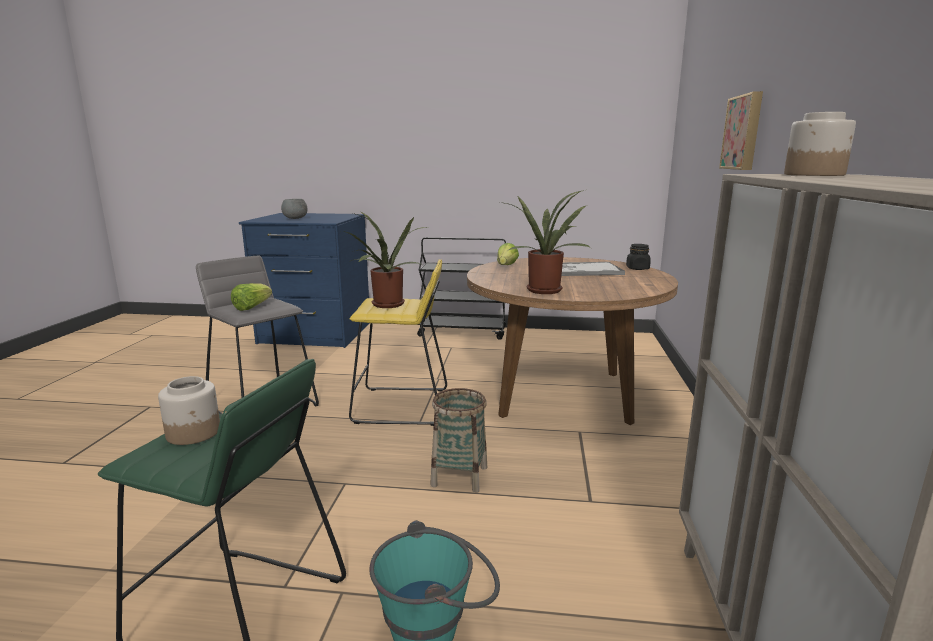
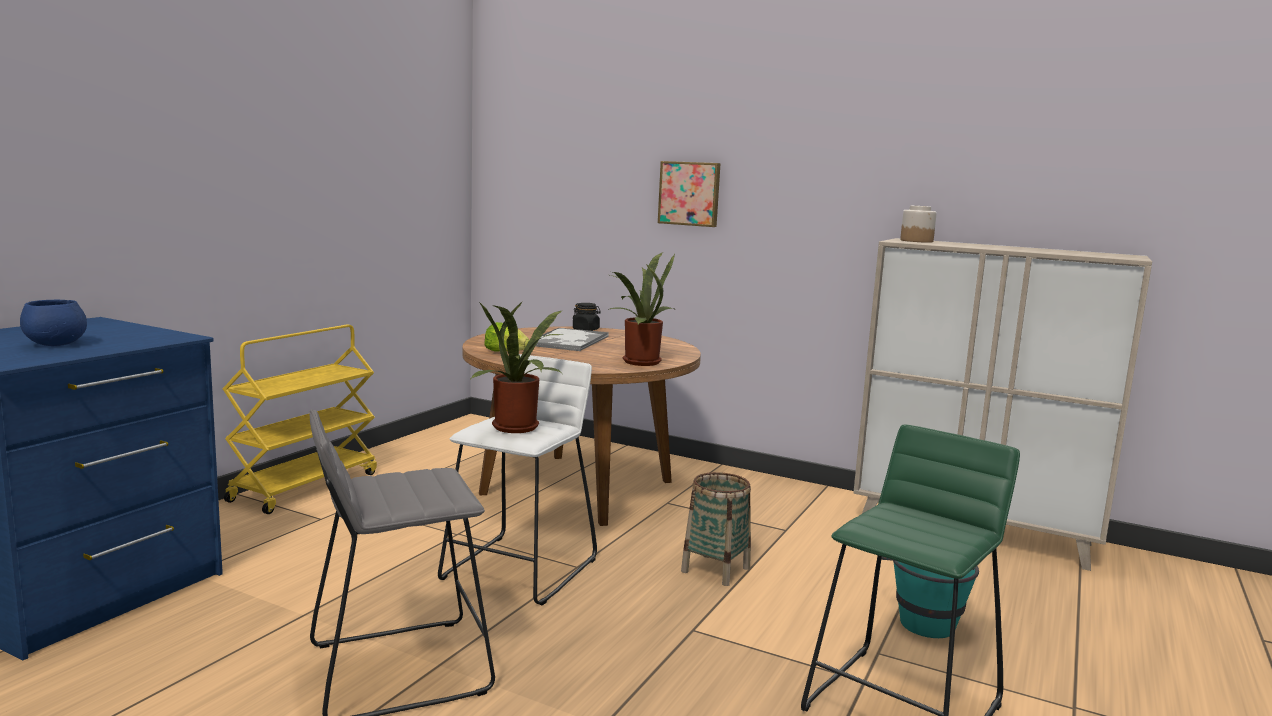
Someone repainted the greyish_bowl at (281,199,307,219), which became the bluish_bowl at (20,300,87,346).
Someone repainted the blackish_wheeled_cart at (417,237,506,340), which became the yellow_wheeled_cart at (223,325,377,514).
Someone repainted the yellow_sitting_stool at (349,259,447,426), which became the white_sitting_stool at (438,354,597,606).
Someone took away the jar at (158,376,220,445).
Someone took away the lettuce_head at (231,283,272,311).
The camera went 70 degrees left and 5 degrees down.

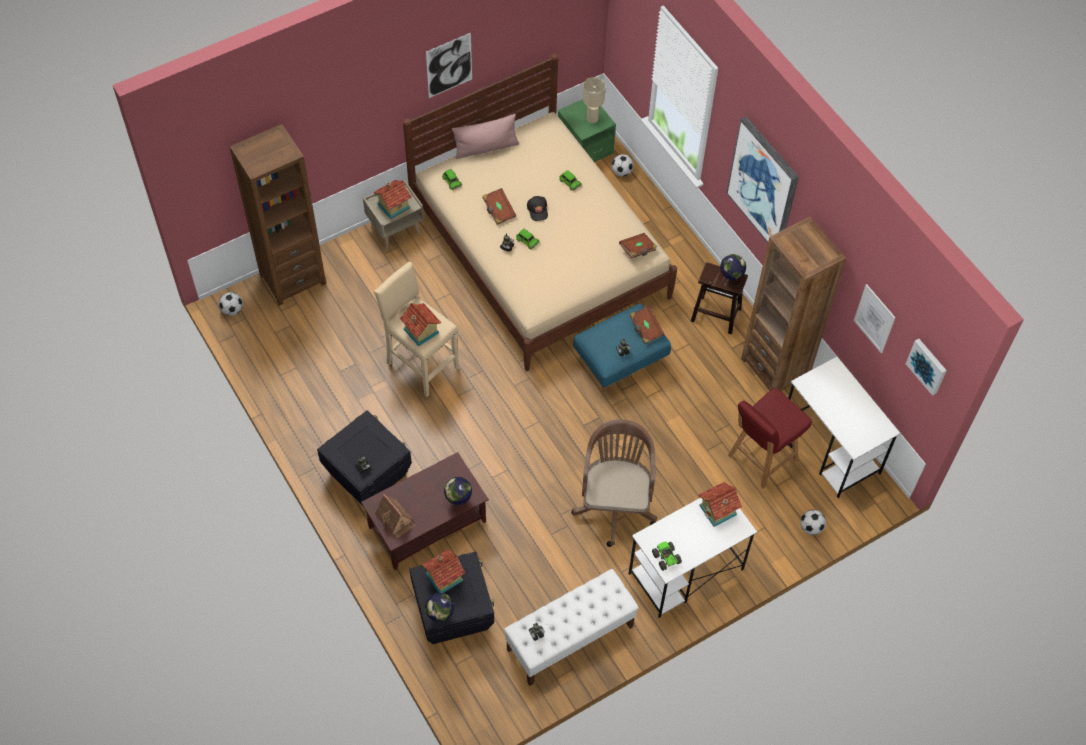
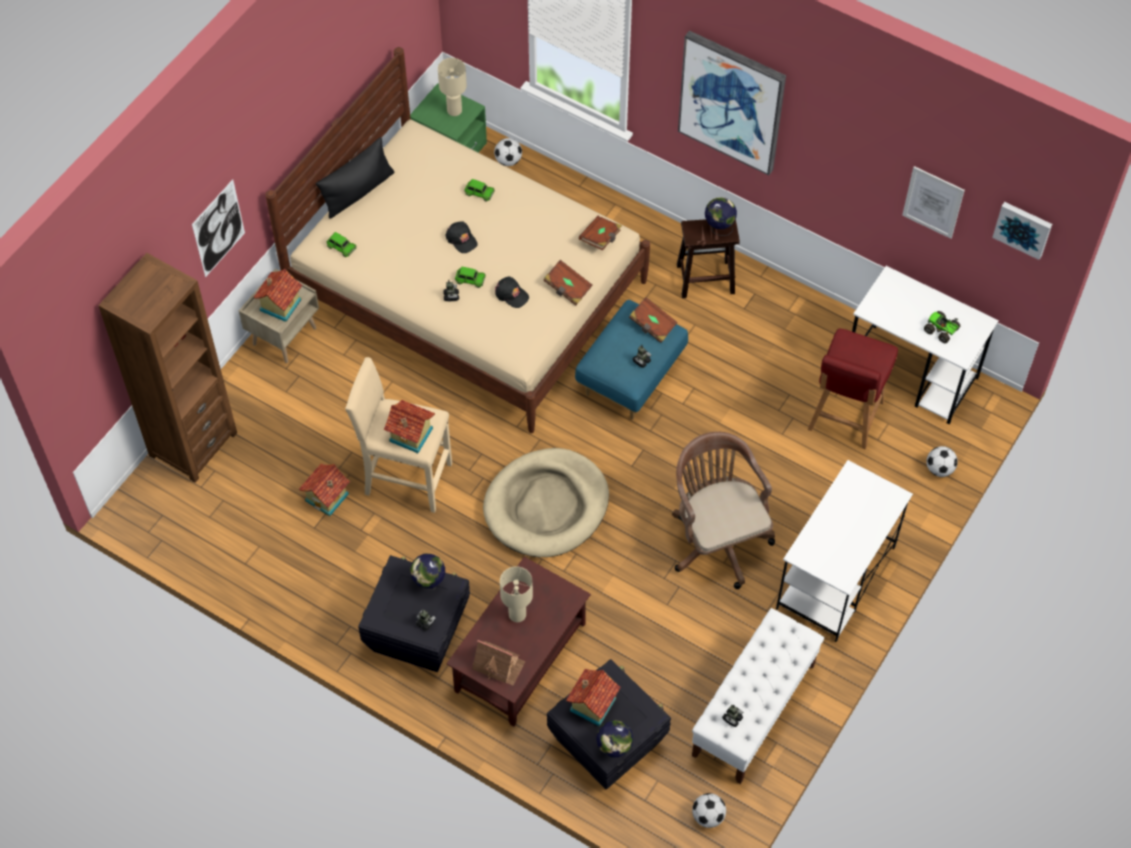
Someone carried the wall_picture from (426,33,472,98) to (192,179,245,277).
Someone carried the model_house from (699,482,742,527) to (299,464,350,516).
Someone repainted the pink_cushion at (452,114,519,159), which became the blackish_cushion at (316,137,394,219).
Someone carried the globe from (444,477,472,507) to (410,554,445,590).
Someone put down the beige-coloured_dog_cushion at (483,448,609,557).
Someone put down the blackish_peaked_cap at (495,277,529,308).
Someone put down the beige-coloured_lamp_for_a_table at (500,566,533,622).
Someone carried the brownish_volume from (483,188,516,225) to (543,260,592,306).
Someone carried the ball_for_football from (219,292,243,316) to (692,793,726,828).
Someone carried the toy_lorry from (652,542,682,571) to (924,311,960,343).
Someone took away the brownish_bookshelf at (741,217,846,391).
The camera went 25 degrees left and 0 degrees up.

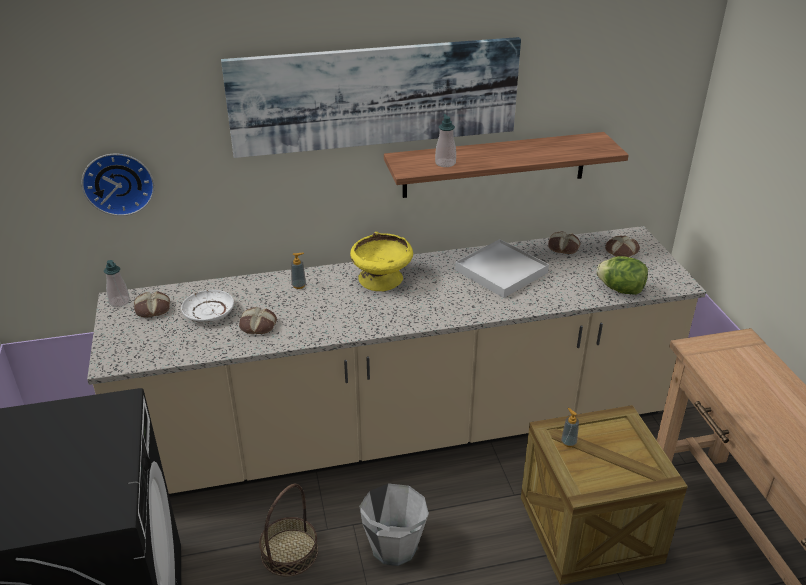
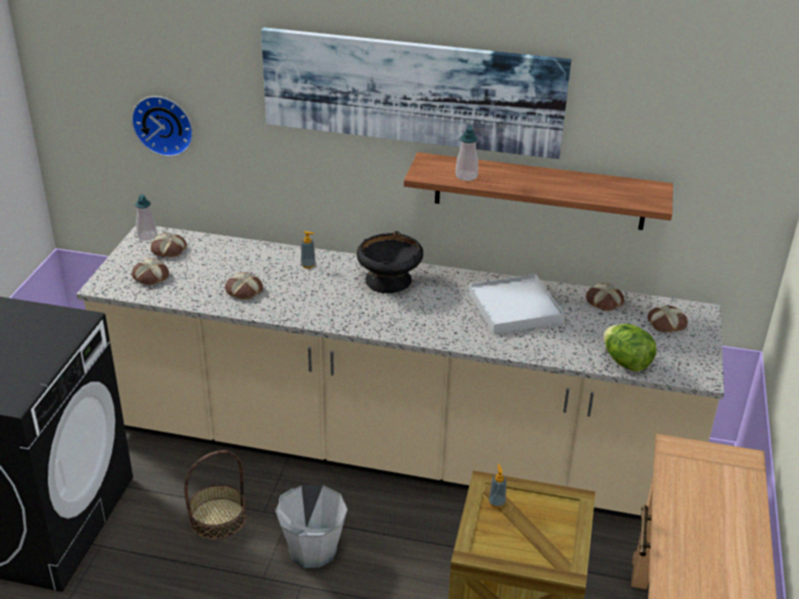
Someone put down the bread at (132,258,169,285).
Someone repainted the yellow_bowl at (350,232,413,291), which became the blackish_bowl at (357,231,423,293).
Someone took away the white_flat_dish at (181,290,234,323).
The camera went 25 degrees right and 0 degrees up.

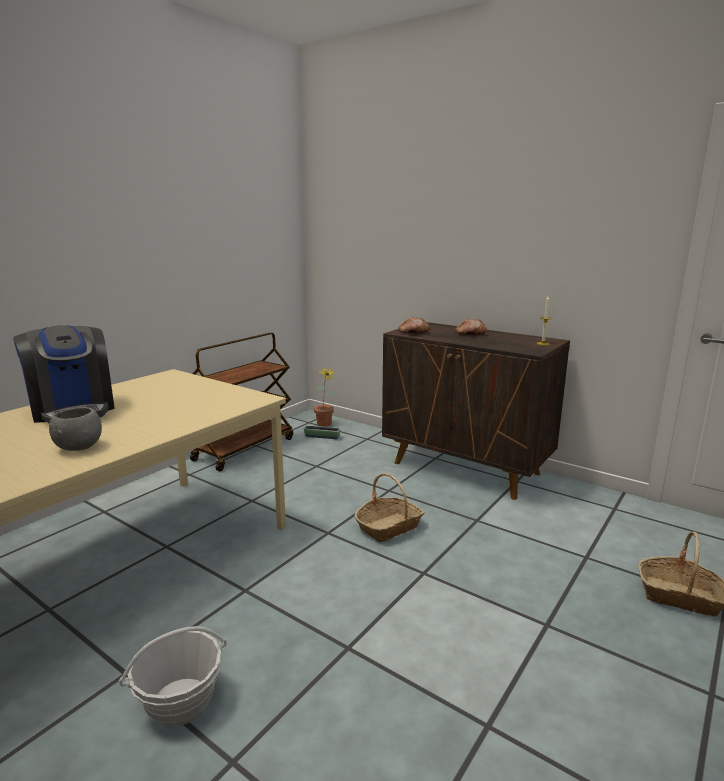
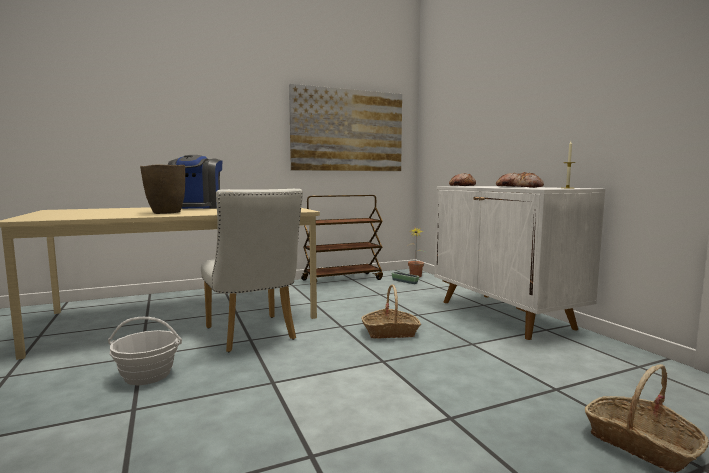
Someone swapped the greyish_bowl at (49,407,102,451) for the brownish_decorative_vase at (140,165,185,214).
Someone put down the white_chair at (201,189,303,352).
Someone put up the wall_picture at (289,84,402,171).
Someone repainted the brownish_storage_cabinet at (382,322,570,500), which became the white_storage_cabinet at (434,186,605,340).
Someone put down the bread at (513,172,544,188).
The camera went 30 degrees right and 10 degrees down.

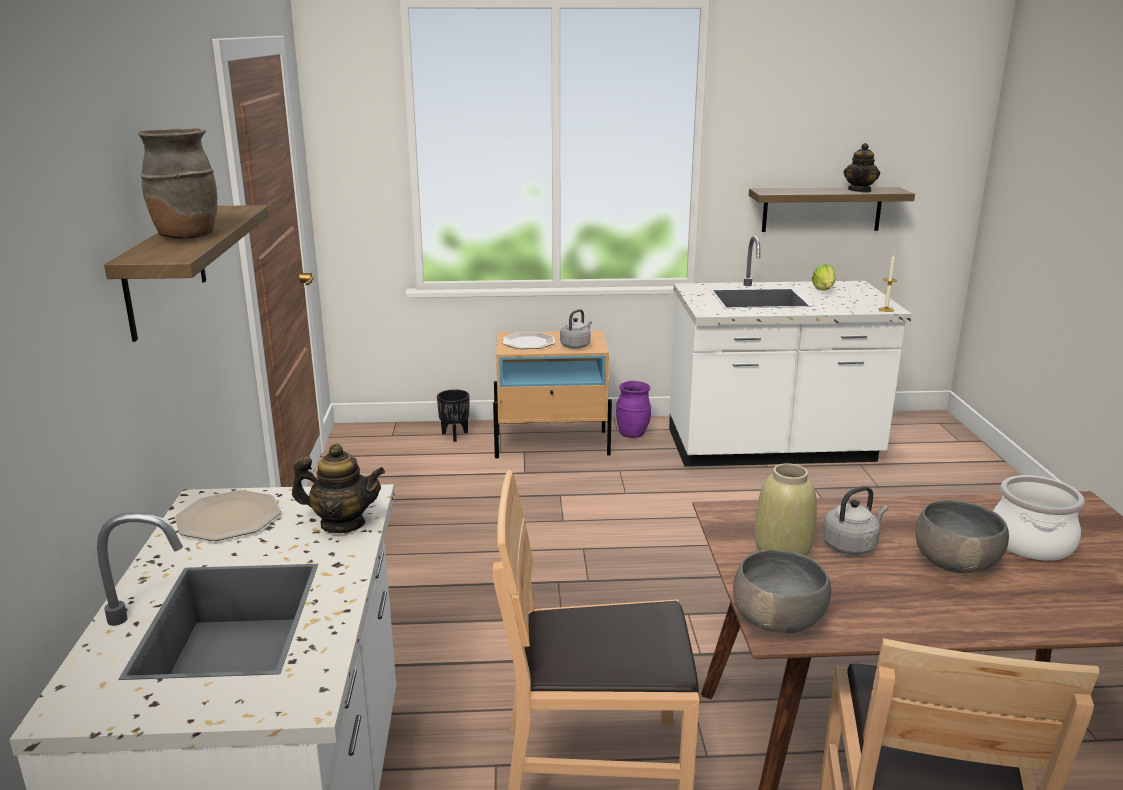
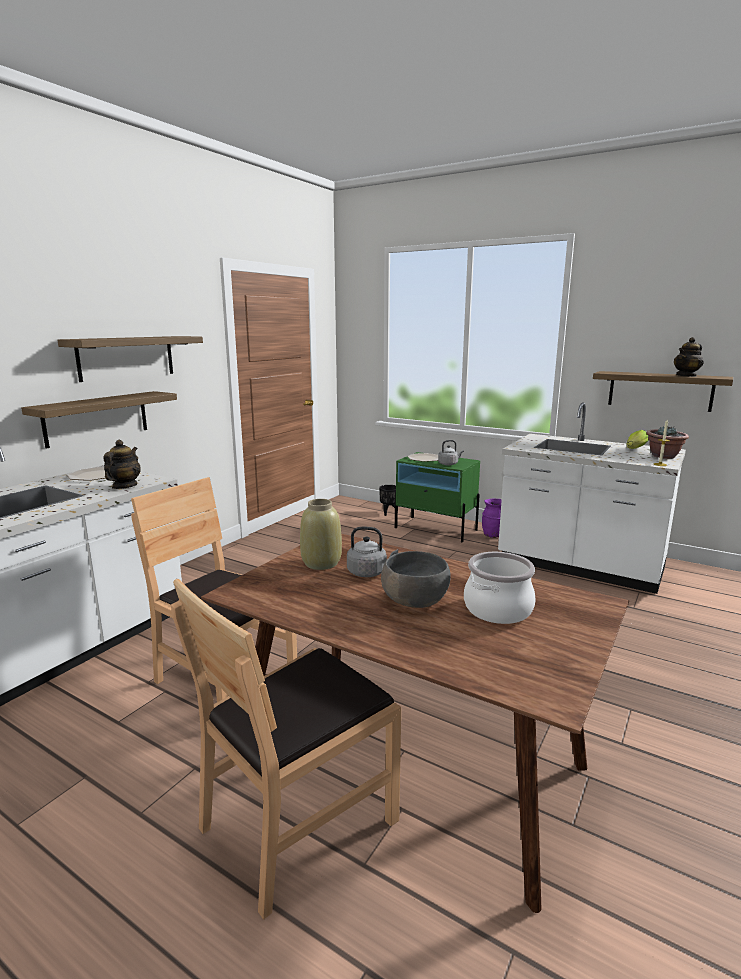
Someone put up the wall_shelf at (21,391,177,449).
Someone rotated the tea_pot at (292,443,385,533) by 120 degrees counterclockwise.
Someone repainted the beige-coloured_night_table at (493,331,612,458), which became the greenish_night_table at (395,452,480,542).
Someone put down the houseplant at (647,426,689,459).
Someone took away the brownish_decorative_vase at (138,128,217,239).
Someone took away the greyish_bowl at (733,550,831,633).
The camera went 35 degrees right and 5 degrees down.

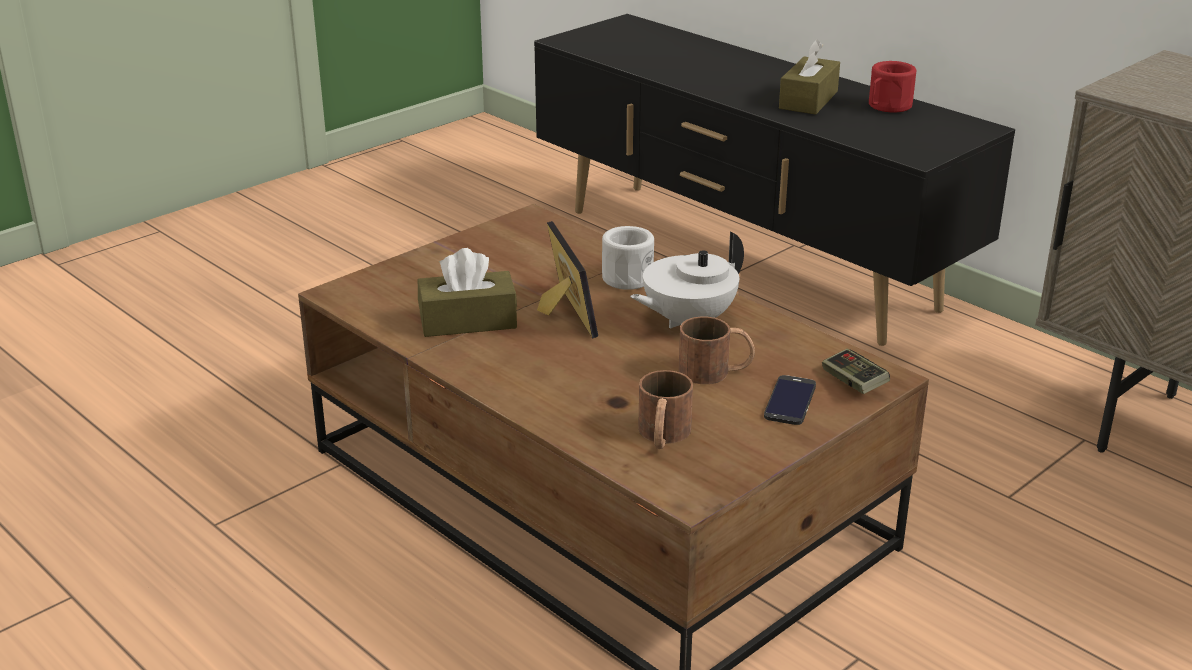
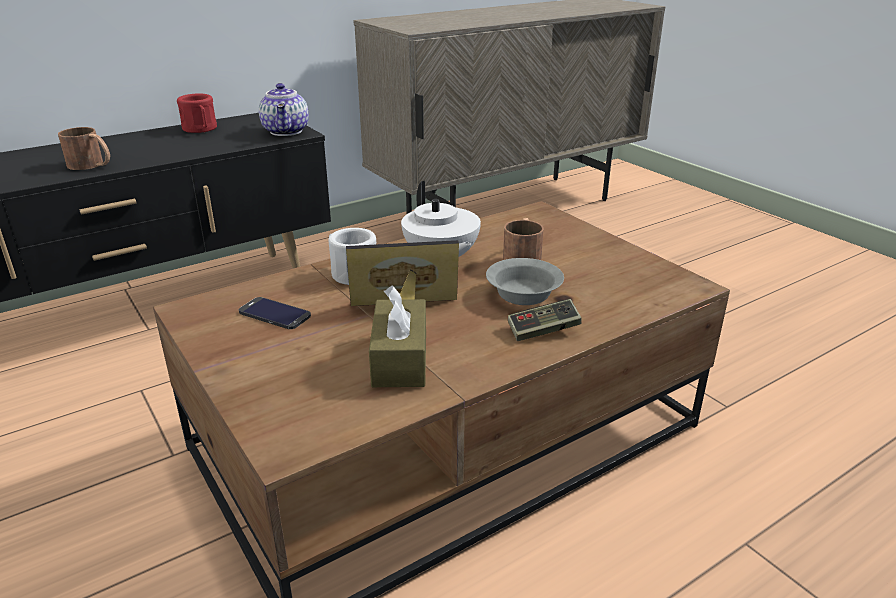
Someone carried the brownish_mug from (638,370,693,449) to (58,127,110,170).
Someone carried the telephone from (764,375,816,425) to (239,297,311,329).
Someone put down the tea_pot at (259,83,309,136).
Someone put down the greyish_bowl at (486,258,564,305).
Someone carried the joypad from (822,349,890,394) to (508,299,582,341).
Someone took away the brownish_tissue_box at (779,39,840,114).
The camera went 80 degrees left and 0 degrees up.

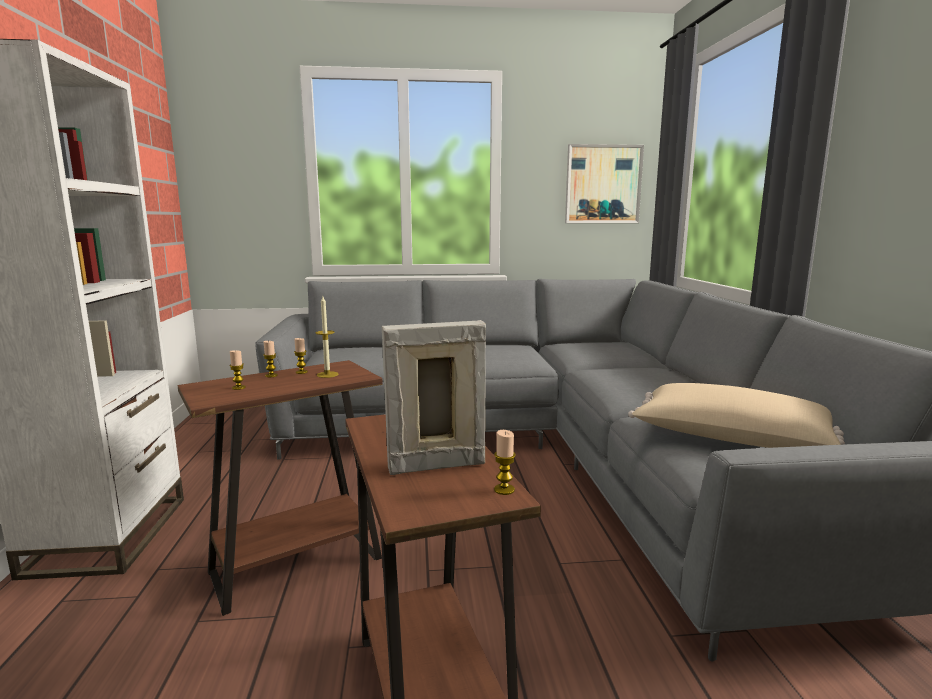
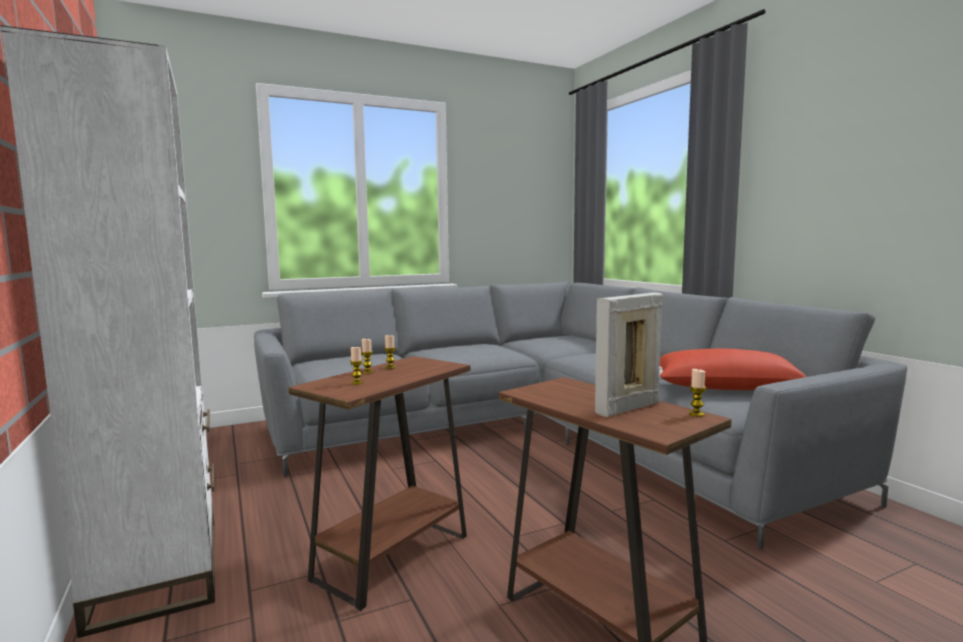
Someone repainted the beige-coloured_cushion at (628,383,845,448), which became the reddish_cushion at (659,348,807,390).
Someone took away the wax_light at (316,296,338,378).
Someone took away the wall_picture at (565,144,644,223).
The camera went 20 degrees left and 5 degrees down.

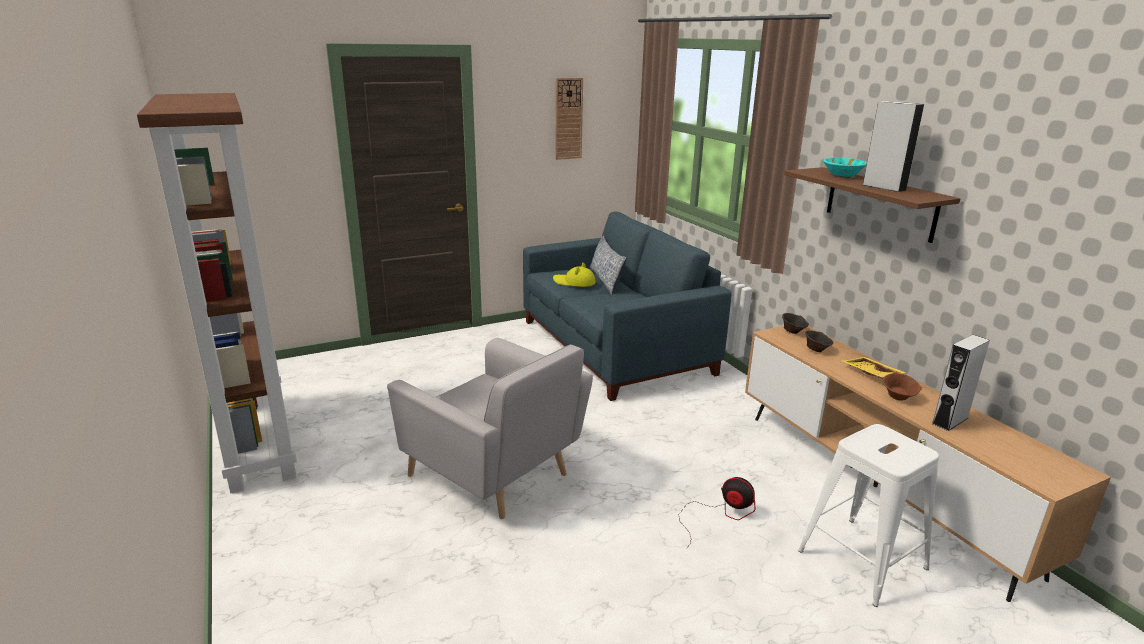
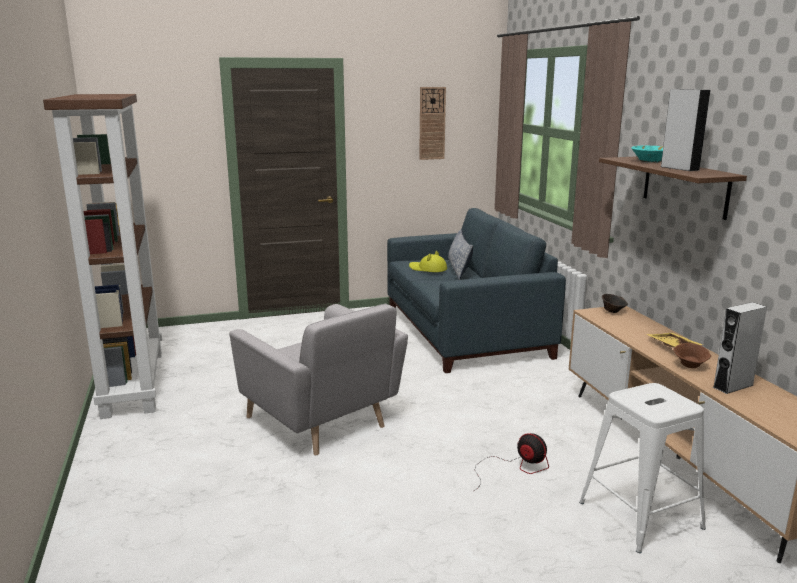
Someone took away the brownish_bowl at (805,330,833,352).
The camera went 10 degrees right and 5 degrees down.

